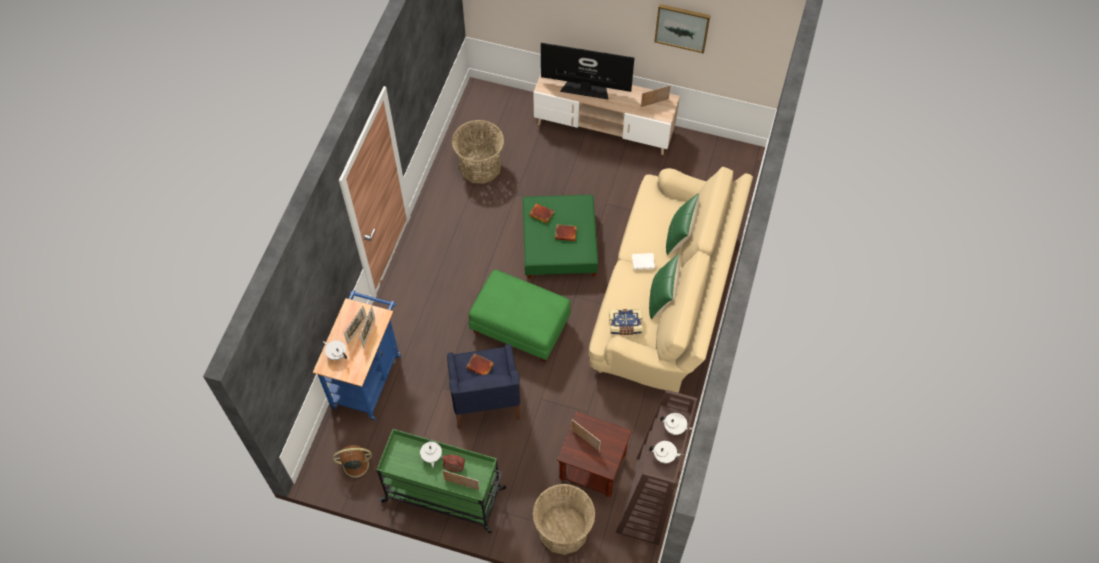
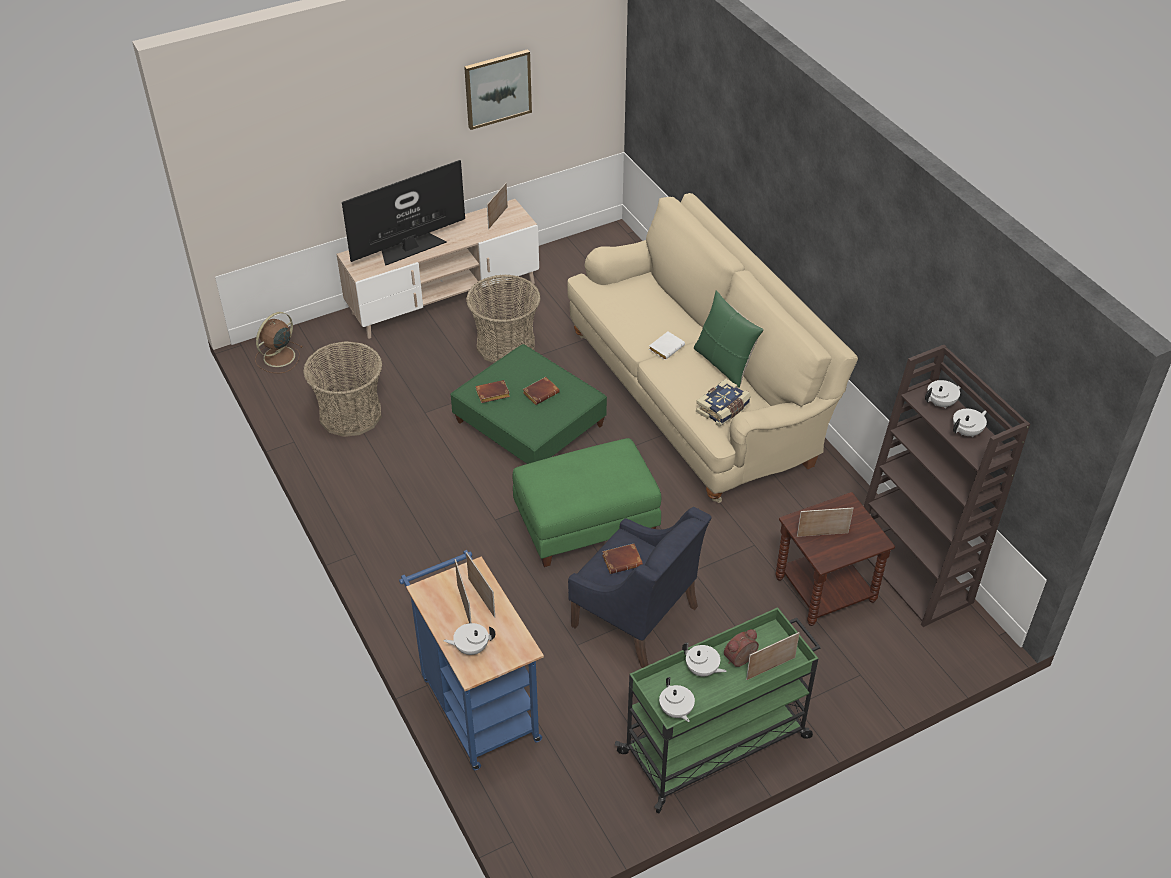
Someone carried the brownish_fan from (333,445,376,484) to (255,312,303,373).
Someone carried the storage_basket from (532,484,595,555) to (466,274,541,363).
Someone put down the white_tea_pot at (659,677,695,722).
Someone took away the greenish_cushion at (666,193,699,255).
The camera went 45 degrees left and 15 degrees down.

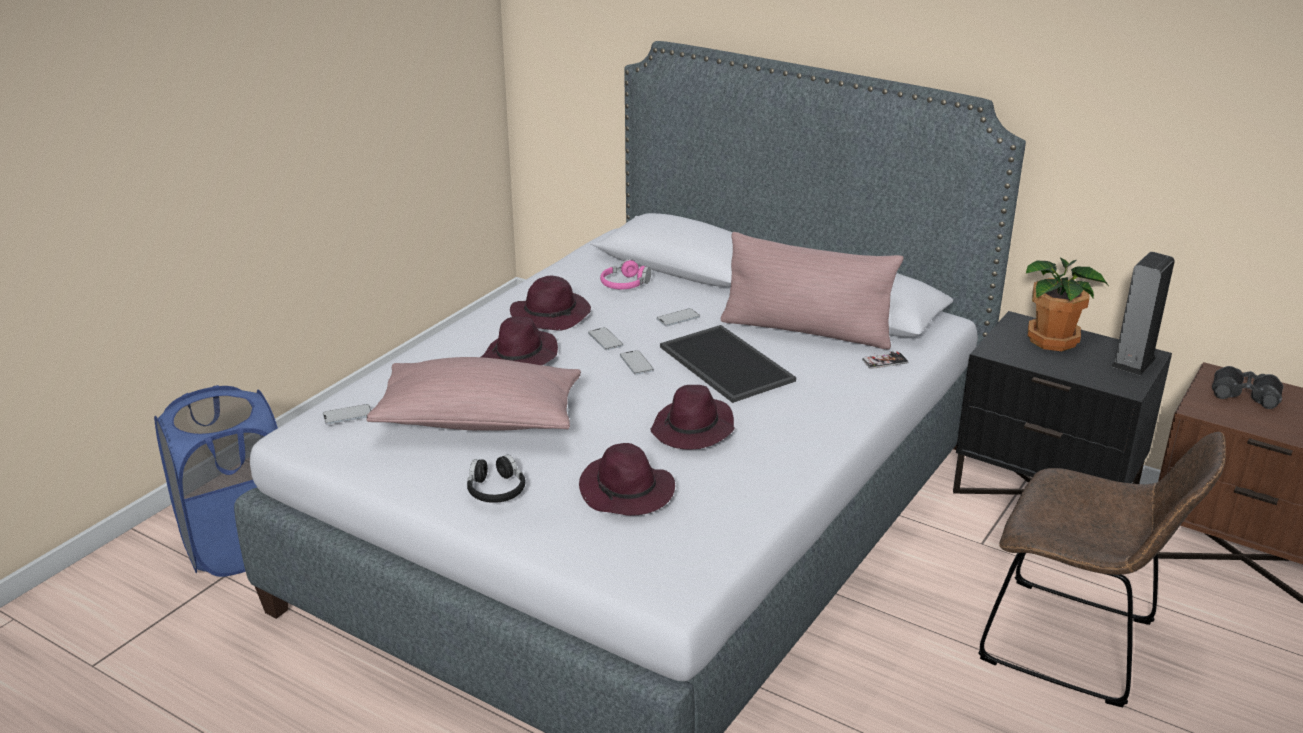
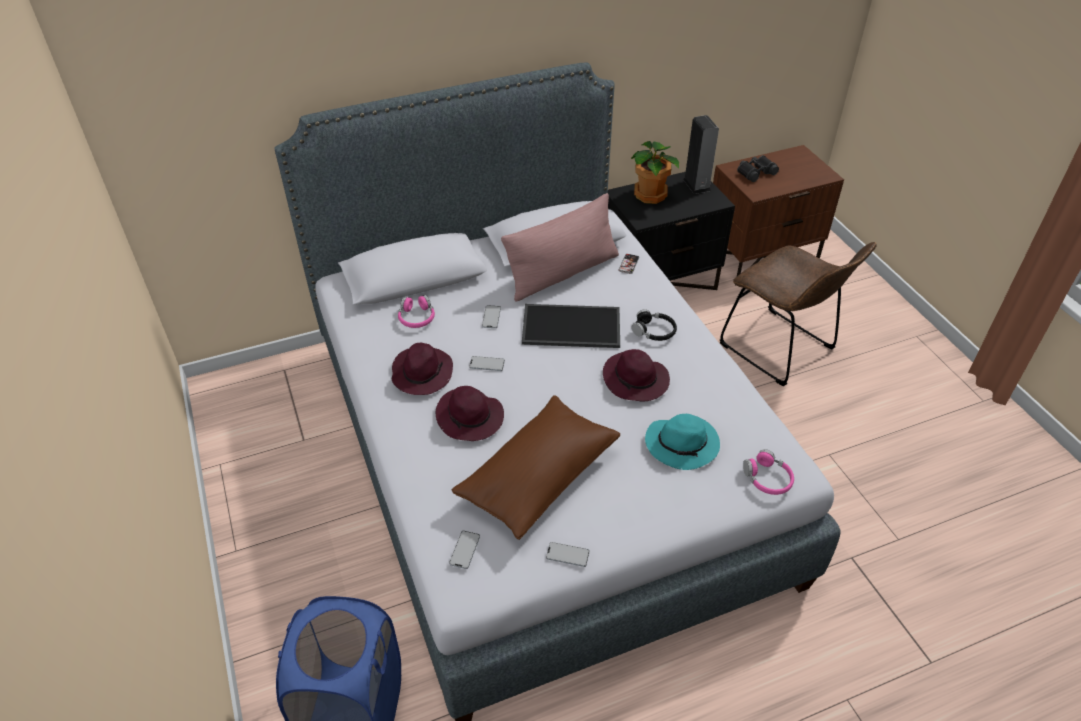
Someone repainted the pink_cushion at (367,357,581,431), which became the brownish_cushion at (452,395,620,540).
Someone carried the telephone from (620,350,654,375) to (546,542,589,567).
Someone carried the blackish_headset from (467,455,525,503) to (632,309,677,341).
Someone repainted the purplish_clothing_hat at (579,443,675,516), which became the turquoise_clothing_hat at (645,414,720,470).
Someone rotated the brownish_chair at (978,432,1226,707) by 75 degrees clockwise.
Someone put down the pink_headset at (743,449,794,495).
The camera went 55 degrees left and 15 degrees up.

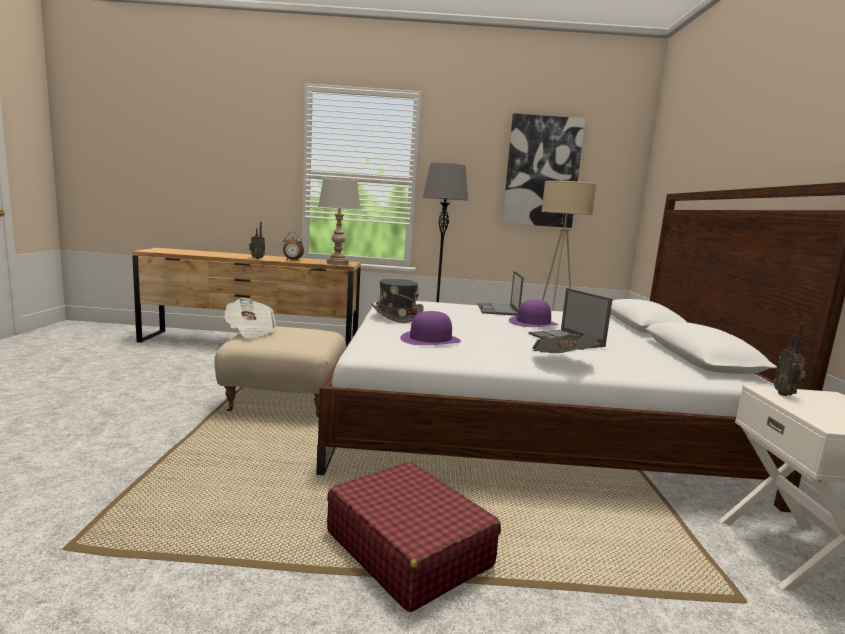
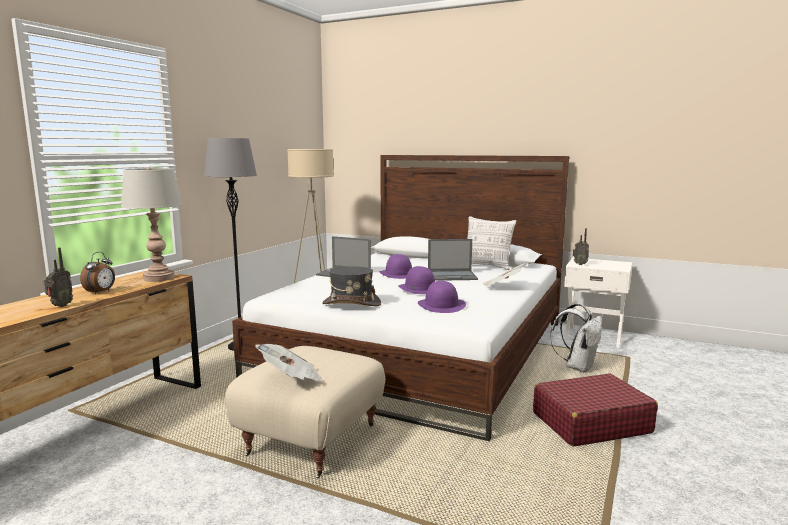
Someone put down the purplish_clothing_hat at (398,266,435,294).
Someone put down the cushion at (467,216,516,270).
Someone put down the white_rucksack at (550,303,602,373).
Someone took away the wall_picture at (502,113,586,228).
The camera went 65 degrees left and 0 degrees up.

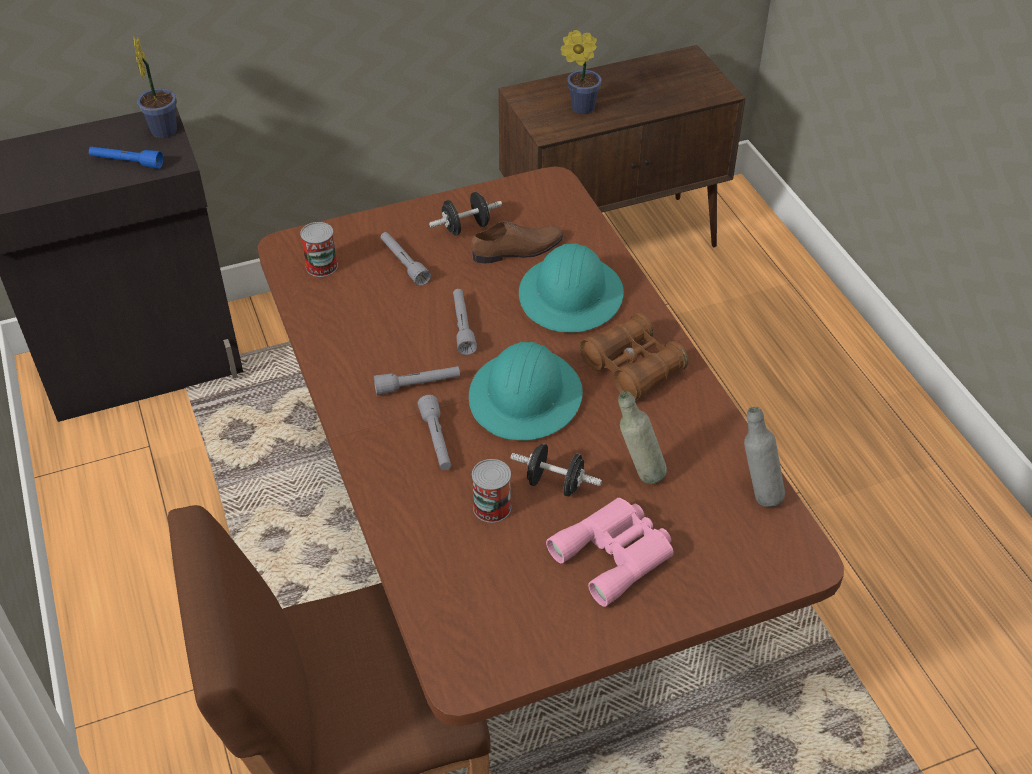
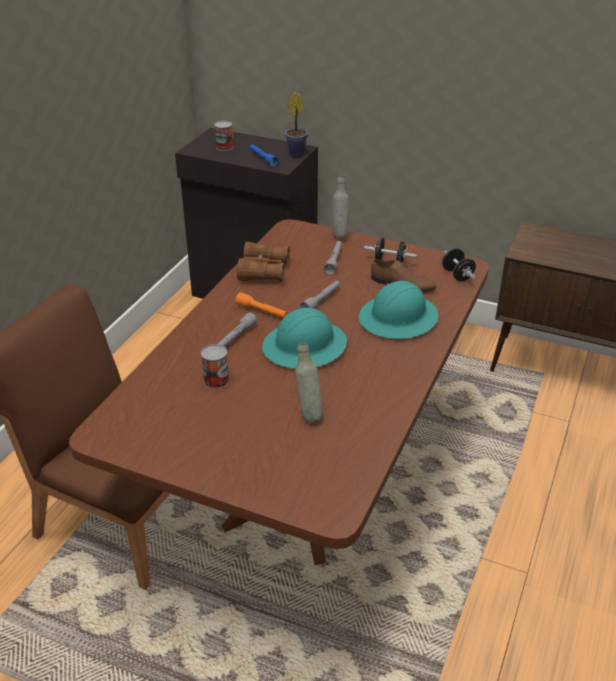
Someone carried the sealed_can from (300,222,338,277) to (214,121,233,151).
Someone repainted the greyish_torch at (373,366,460,395), which became the orange-coloured_torch at (235,292,288,318).
Someone carried the brownish_binoculars from (580,312,689,400) to (237,242,290,282).
Someone carried the greyish_beverage_bottle from (744,407,785,507) to (333,177,349,238).
Someone carried the blackish_free_weight from (511,443,602,496) to (442,248,476,281).
Someone took away the pink_binoculars at (546,498,674,607).
Someone took away the houseplant at (560,30,602,114).
The camera went 45 degrees right and 10 degrees down.

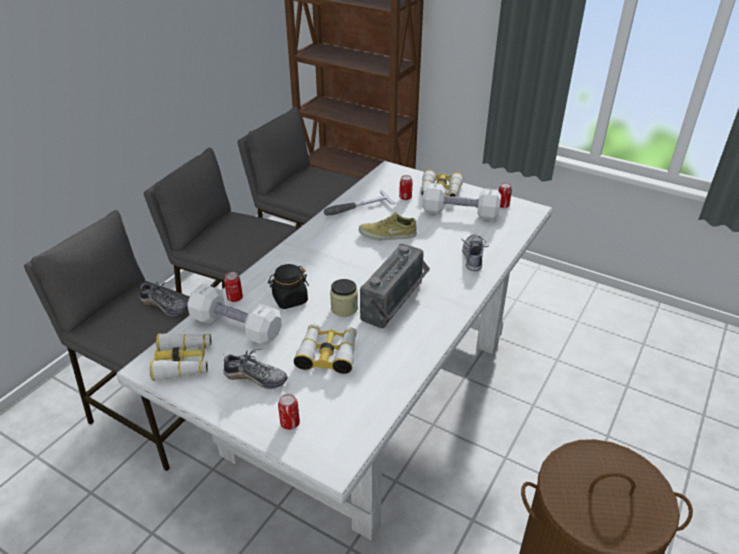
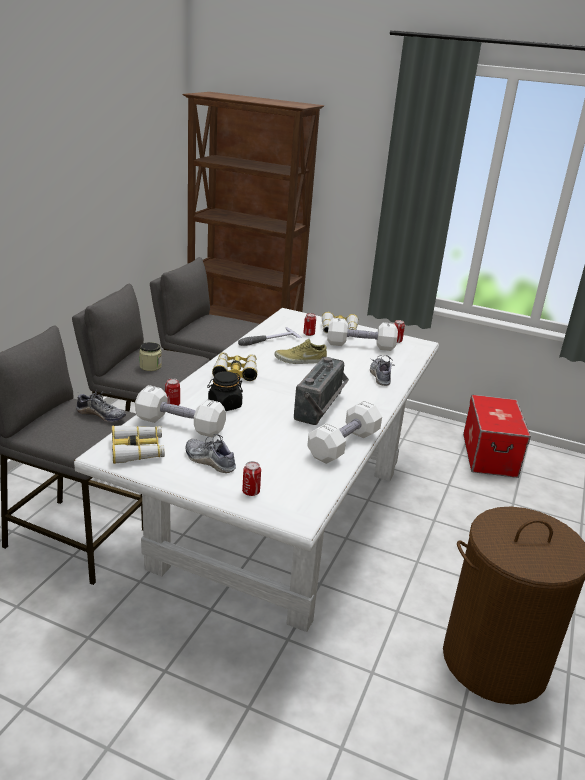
Someone carried the jar from (330,279,358,317) to (139,342,162,371).
Someone rotated the low_shoe at (223,349,288,389) by 150 degrees counterclockwise.
Someone carried the binoculars from (293,324,357,374) to (212,352,258,381).
Someone put down the white_free_weight at (307,400,382,464).
Someone put down the storage_box at (463,395,531,478).
The camera went 10 degrees left and 10 degrees down.

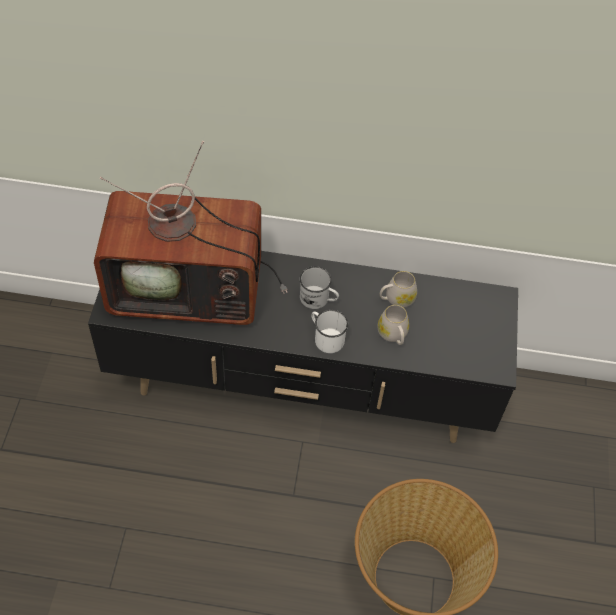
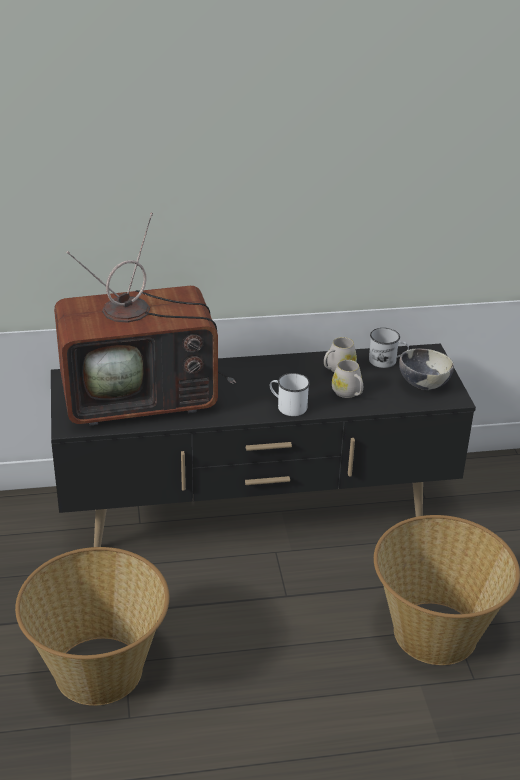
Someone put down the storage_basket at (15,547,169,706).
Someone carried the white_mug from (300,267,339,309) to (369,328,409,368).
Someone put down the bowl at (399,348,454,390).
The camera went 15 degrees left and 20 degrees down.

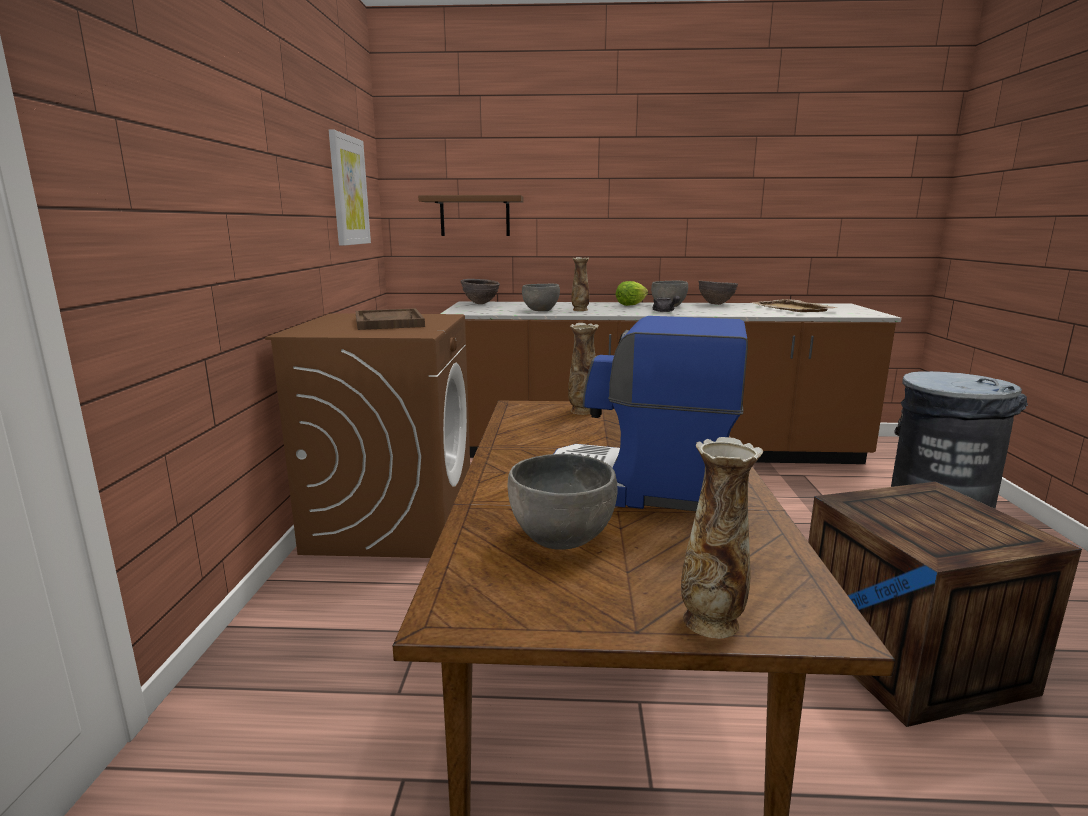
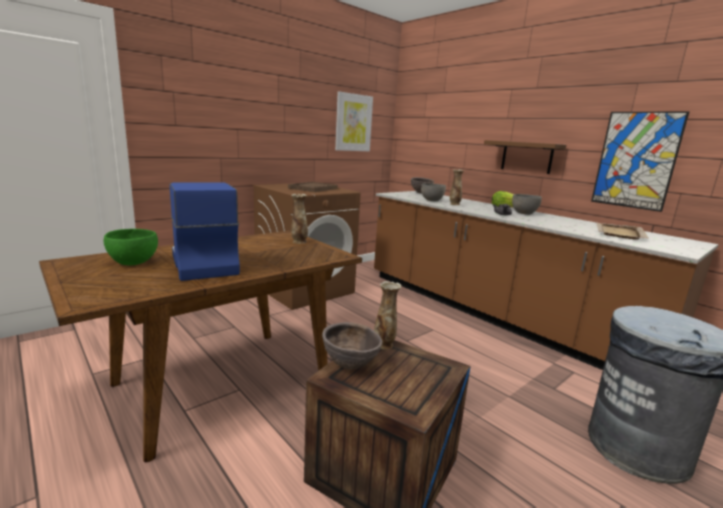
Someone repainted the greyish_bowl at (507,454,617,550), which became the greenish_bowl at (104,229,158,265).
Someone carried the brownish_bowl from (698,281,738,305) to (322,322,382,369).
Someone carried the decorative_vase from (681,437,763,639) to (374,281,401,350).
Someone carried the brownish_wall_shelf from (418,195,524,236) to (484,140,566,174).
Someone put up the wall_picture at (591,111,689,212).
The camera went 45 degrees right and 0 degrees up.

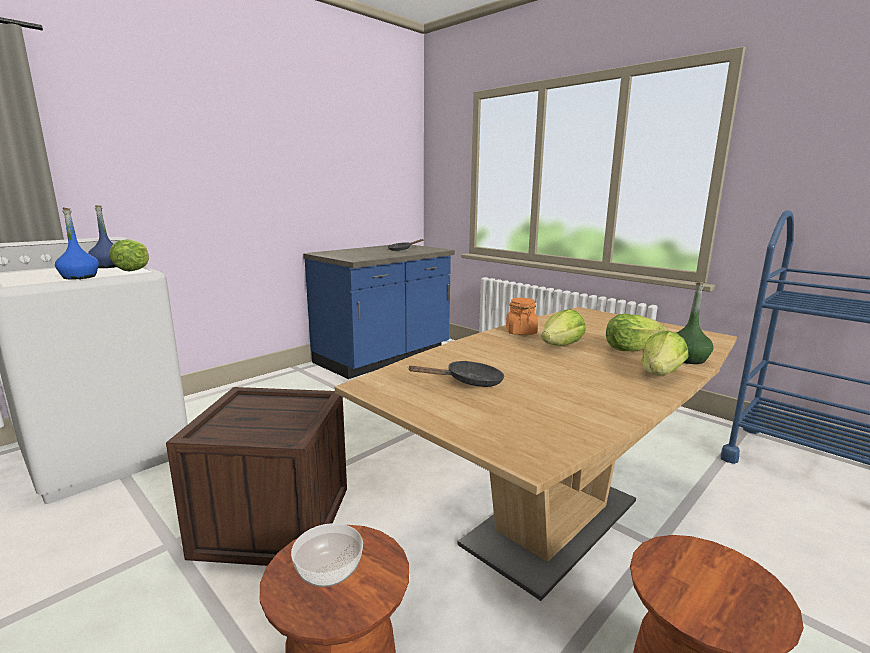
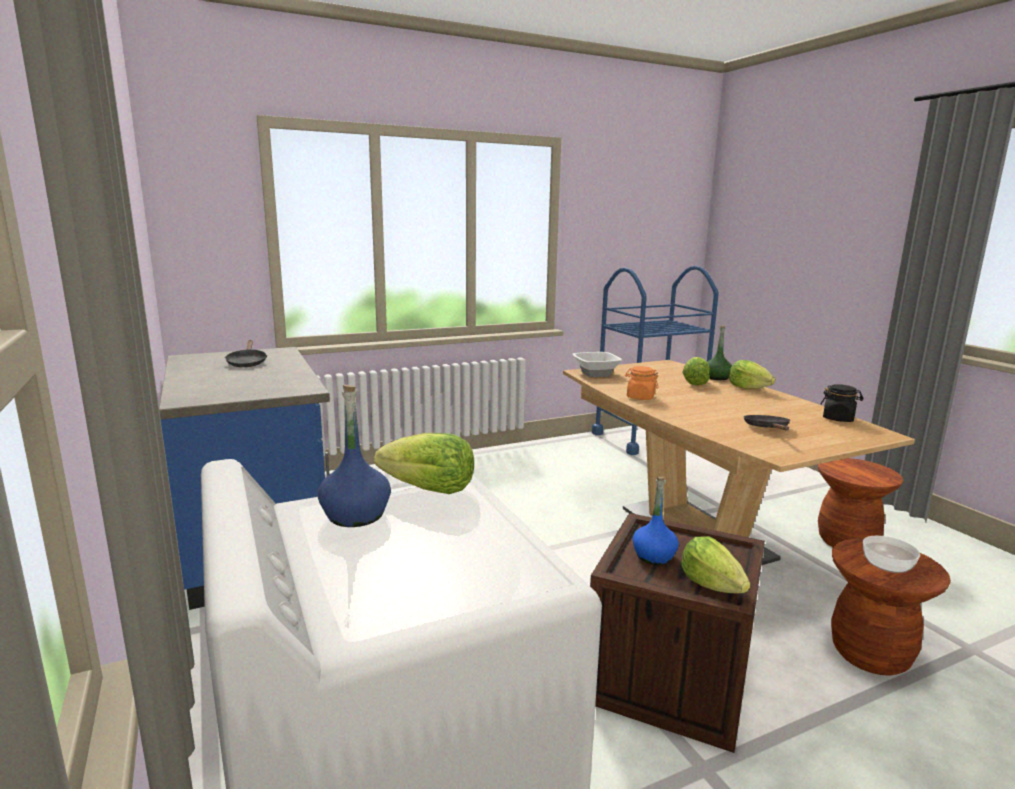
Someone put down the bowl at (572,352,622,377).
Someone carried the bluish_beverage_bottle from (55,207,99,280) to (633,477,679,565).
Someone carried the lettuce_head from (541,309,586,345) to (681,536,750,593).
Someone put down the blackish_jar at (821,384,863,422).
The camera went 70 degrees left and 0 degrees up.

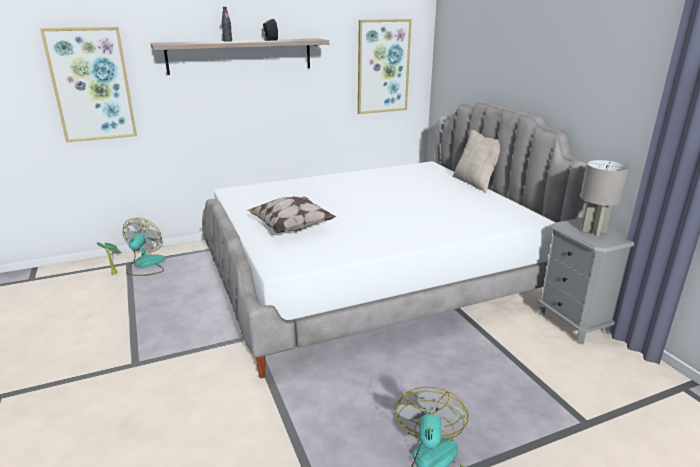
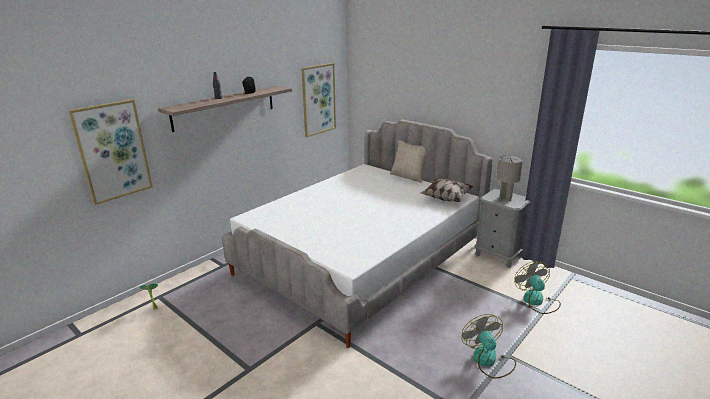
Someone carried the cushion from (247,196,336,233) to (421,179,474,202).
Someone carried the fan from (122,218,165,276) to (515,261,561,314).
The camera went 25 degrees left and 0 degrees up.

